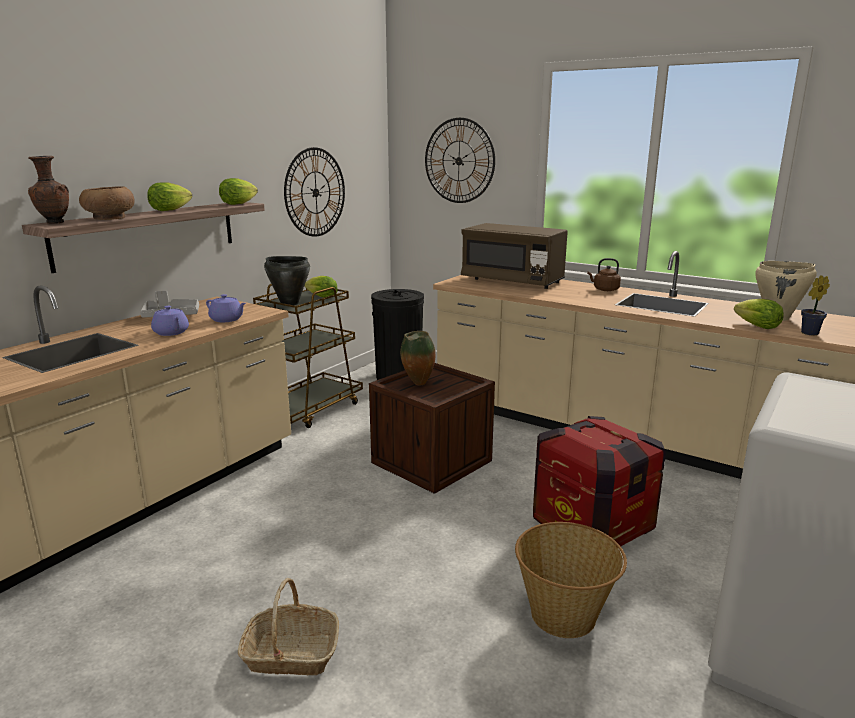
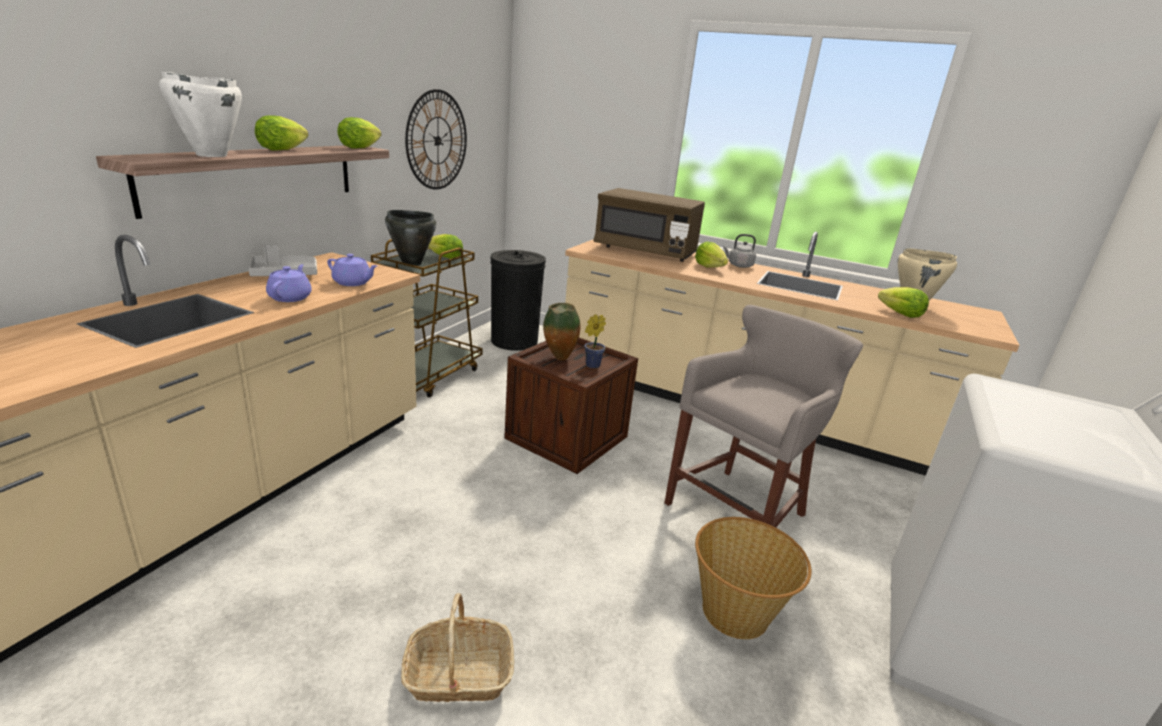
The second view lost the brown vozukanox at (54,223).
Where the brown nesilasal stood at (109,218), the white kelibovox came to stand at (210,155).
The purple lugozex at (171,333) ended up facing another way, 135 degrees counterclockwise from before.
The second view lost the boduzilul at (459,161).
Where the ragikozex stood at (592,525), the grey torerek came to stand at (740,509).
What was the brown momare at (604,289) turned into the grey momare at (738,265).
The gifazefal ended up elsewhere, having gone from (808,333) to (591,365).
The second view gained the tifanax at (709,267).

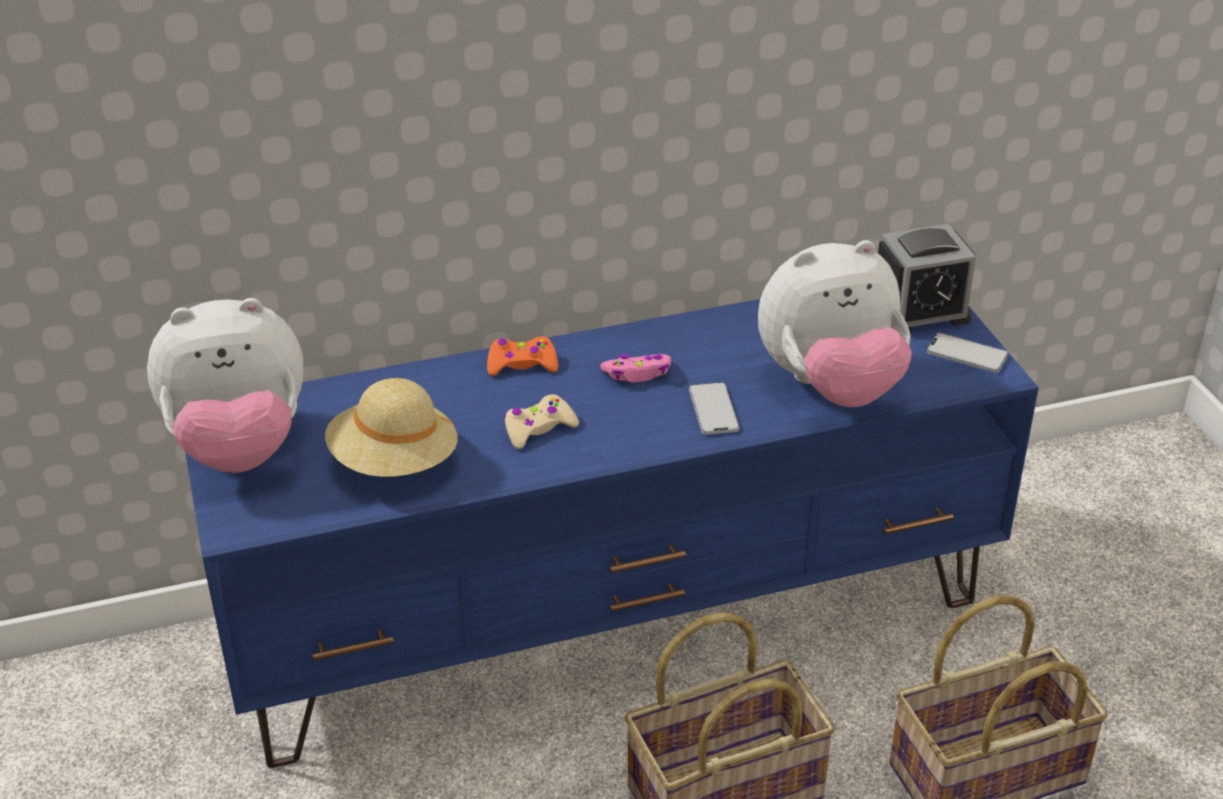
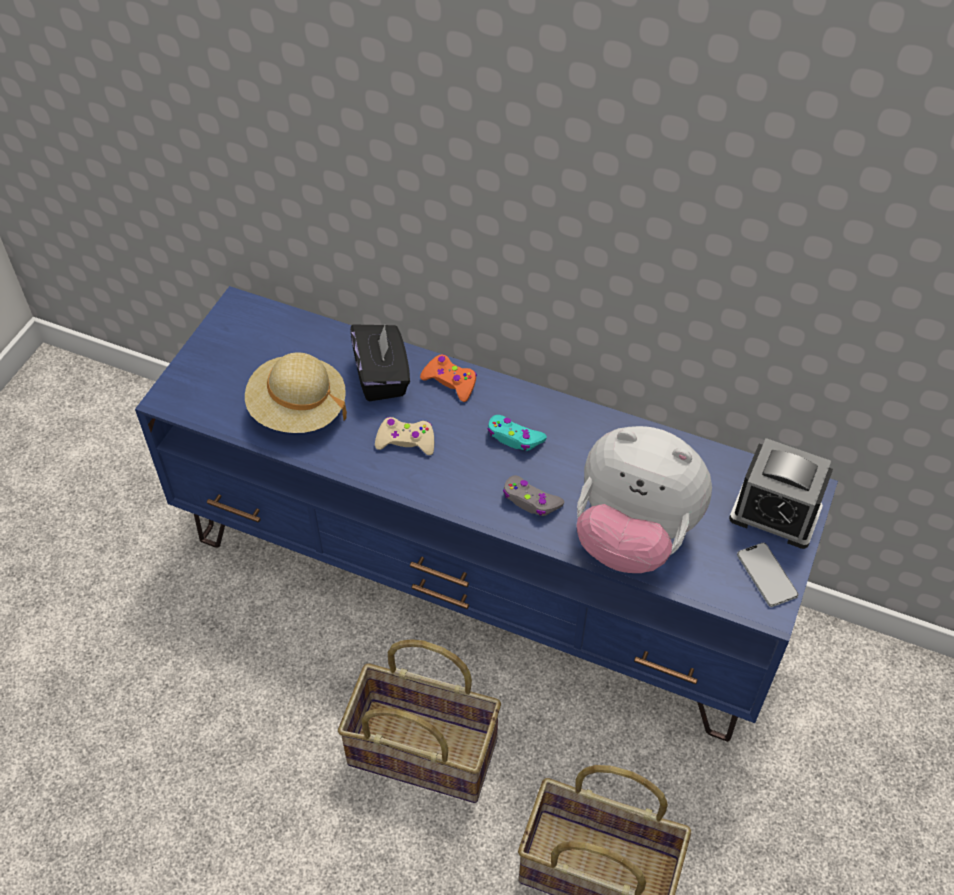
The second view lost the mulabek at (239,448).
What was the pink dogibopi at (637,374) turned into the turquoise dogibopi at (514,438).
Where the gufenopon stood at (713,410), the grey dogibopi came to stand at (531,501).
The second view gained the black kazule at (382,377).

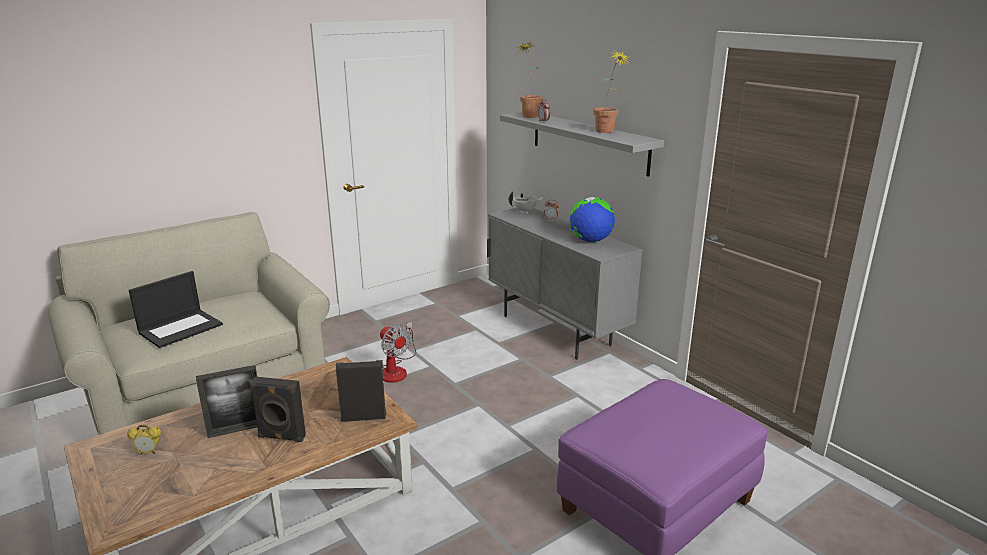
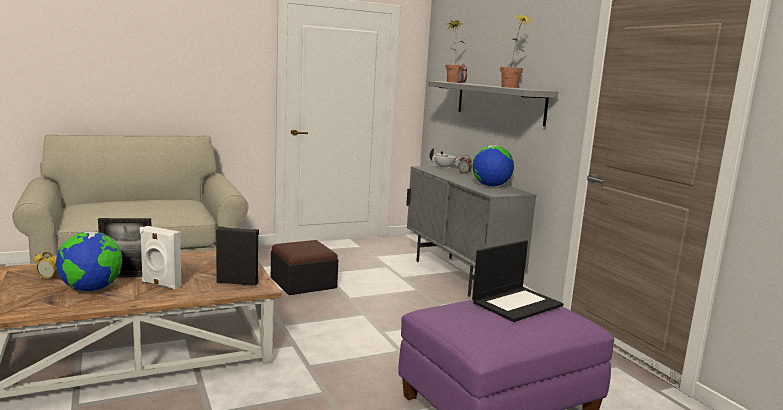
The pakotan ended up elsewhere, having gone from (181,328) to (517,303).
What was the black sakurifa at (281,437) turned into the white sakurifa at (160,285).
Where the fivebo stood at (396,370), the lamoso came to stand at (303,283).
The second view gained the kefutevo at (91,289).

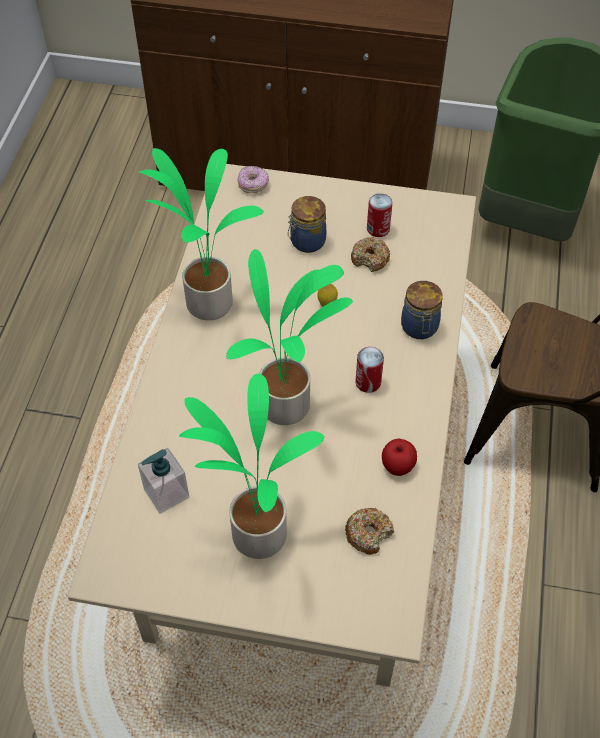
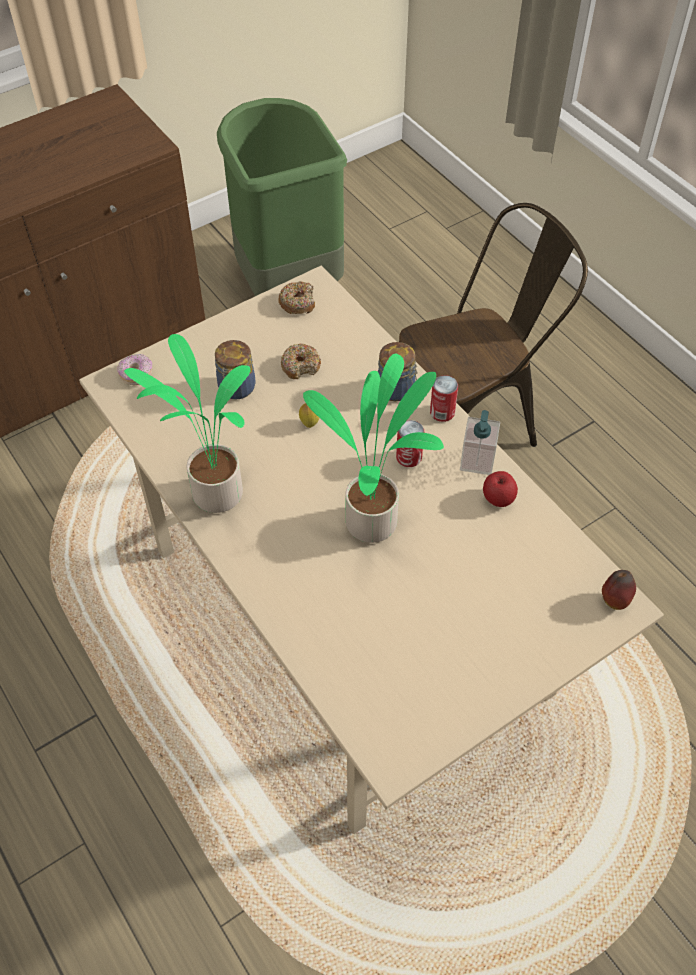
The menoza ended up elsewhere, having gone from (166,493) to (477,461).
The second view lost the gifazefal at (256,533).
The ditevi ended up elsewhere, having gone from (368,533) to (298,303).
The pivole ended up elsewhere, having gone from (378,229) to (442,412).
The second view gained the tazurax at (615,599).

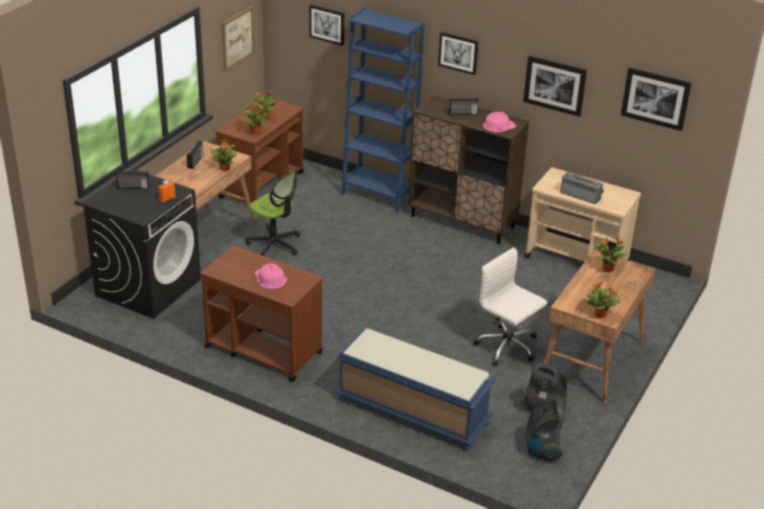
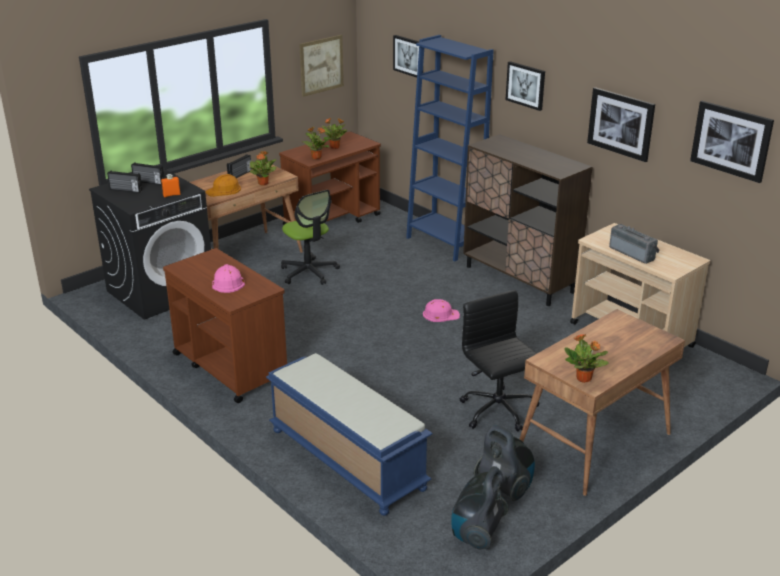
The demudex ended up elsewhere, having gone from (463,114) to (125,190).
What was the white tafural at (508,347) turned into the black tafural at (498,411).
The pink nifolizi ended up elsewhere, having gone from (498,125) to (440,314).
The second view lost the gifazefal at (607,269).
The second view gained the orange nifolizi at (224,190).

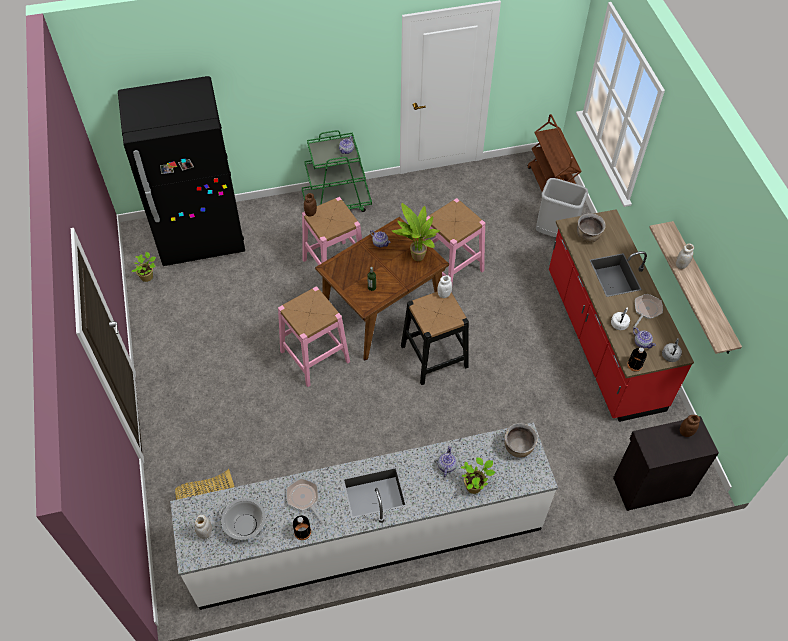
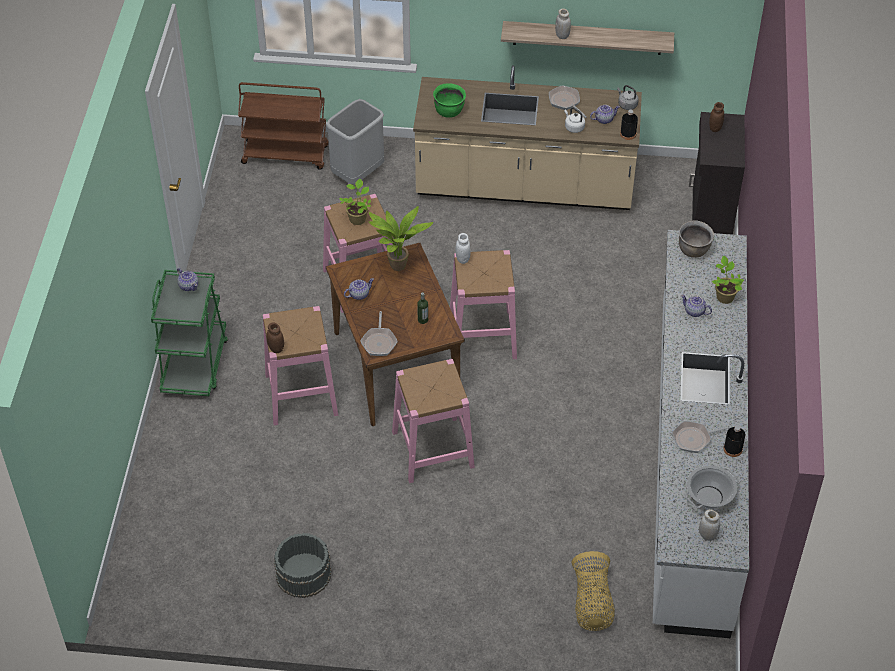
The second view lost the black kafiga at (201,236).
The gifazefal ended up elsewhere, having gone from (148,277) to (357,218).
What was the black torerek at (434,356) turned into the pink torerek at (482,336).
What was the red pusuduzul at (602,340) turned into the beige pusuduzul at (524,186).
What was the brown kelibovox at (588,237) turned into the green kelibovox at (449,111).
The second view gained the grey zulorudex at (303,573).
The second view gained the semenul at (379,342).

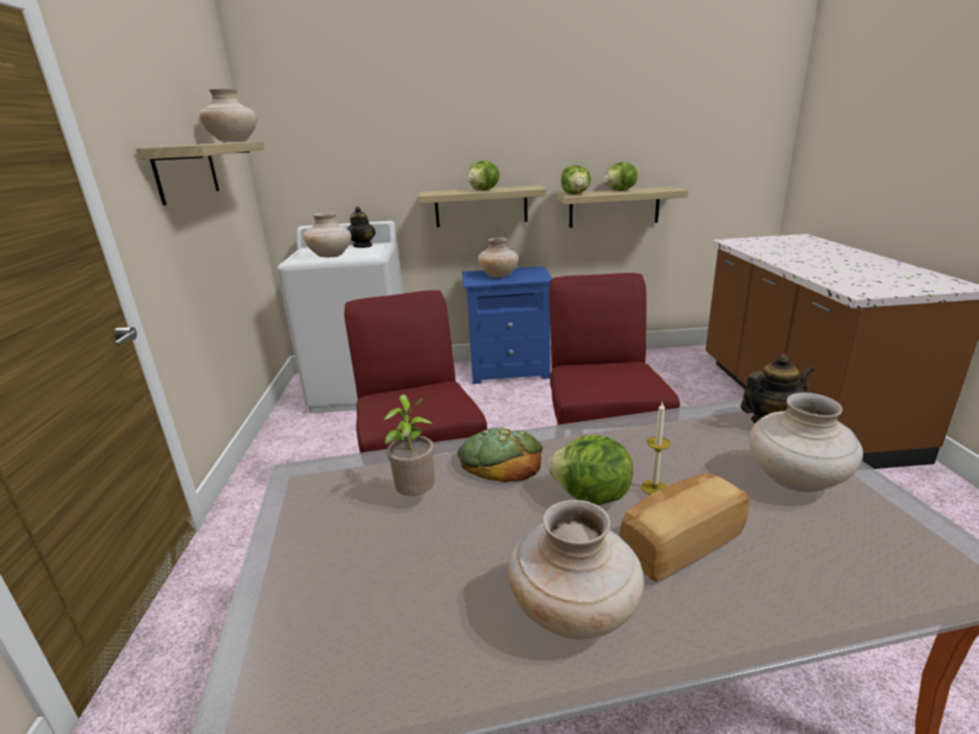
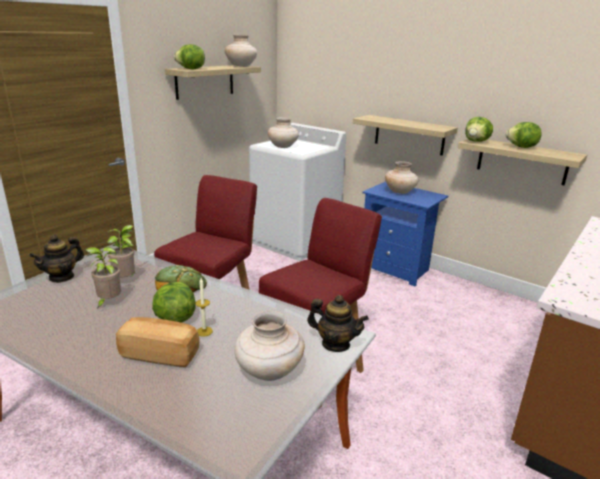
The lugozex ended up elsewhere, having gone from (363,246) to (62,277).
The tifanax ended up elsewhere, having gone from (484,190) to (191,69).
The second view lost the beige vozukanox at (575,613).
The second view gained the gifazefal at (108,302).

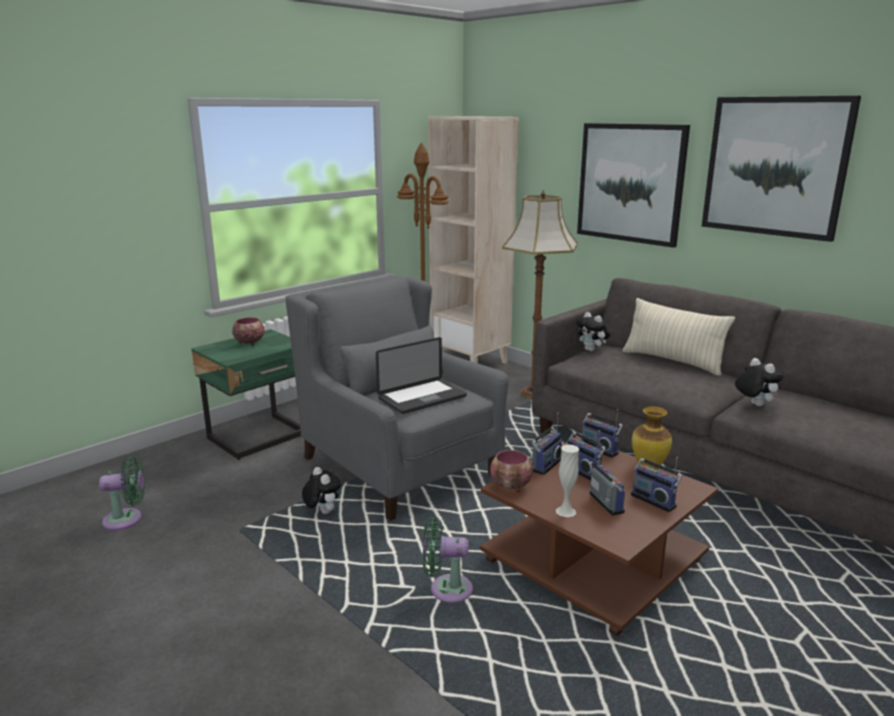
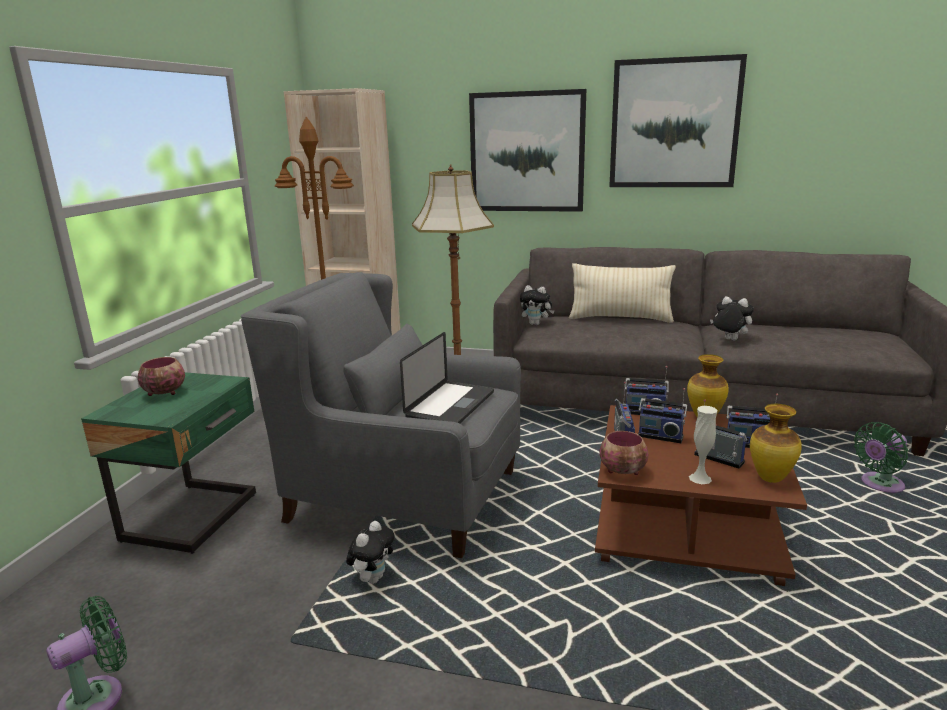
The mulabek at (322,512) ended up facing another way, 90 degrees clockwise from before.
The green fivebo ended up elsewhere, having gone from (446,589) to (879,485).
The second view gained the vozukanox at (771,478).

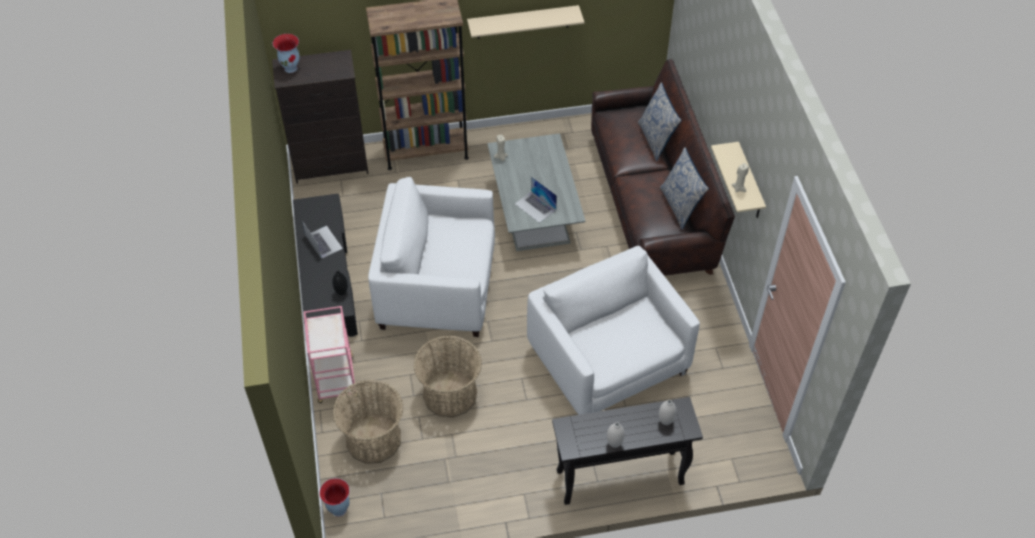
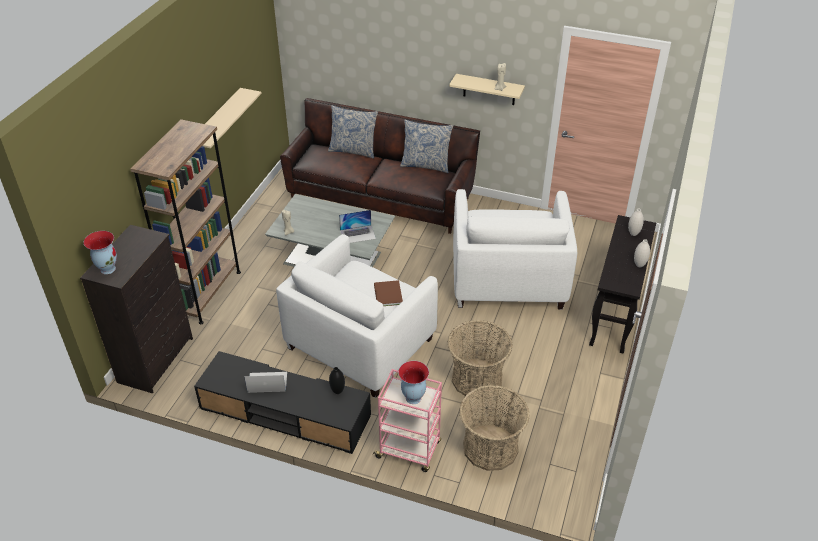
The vozukanox ended up elsewhere, having gone from (338,509) to (413,398).
The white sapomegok at (608,361) ended up facing another way, 90 degrees counterclockwise from before.
The second view gained the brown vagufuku at (387,295).

